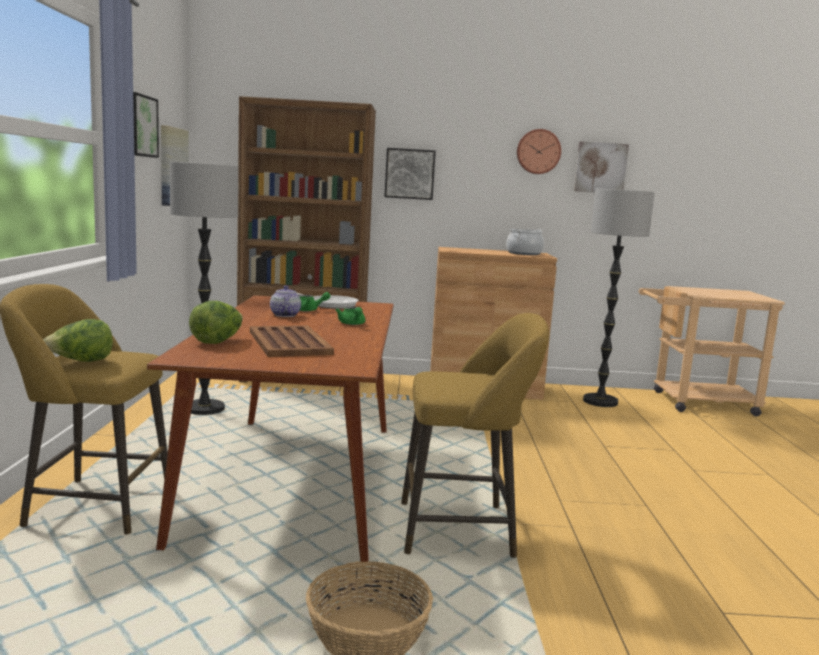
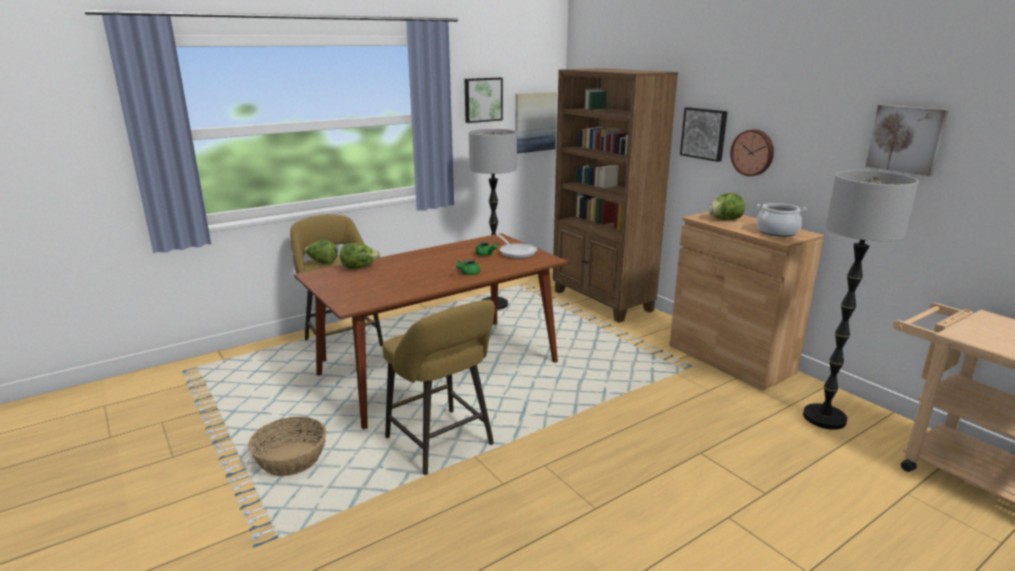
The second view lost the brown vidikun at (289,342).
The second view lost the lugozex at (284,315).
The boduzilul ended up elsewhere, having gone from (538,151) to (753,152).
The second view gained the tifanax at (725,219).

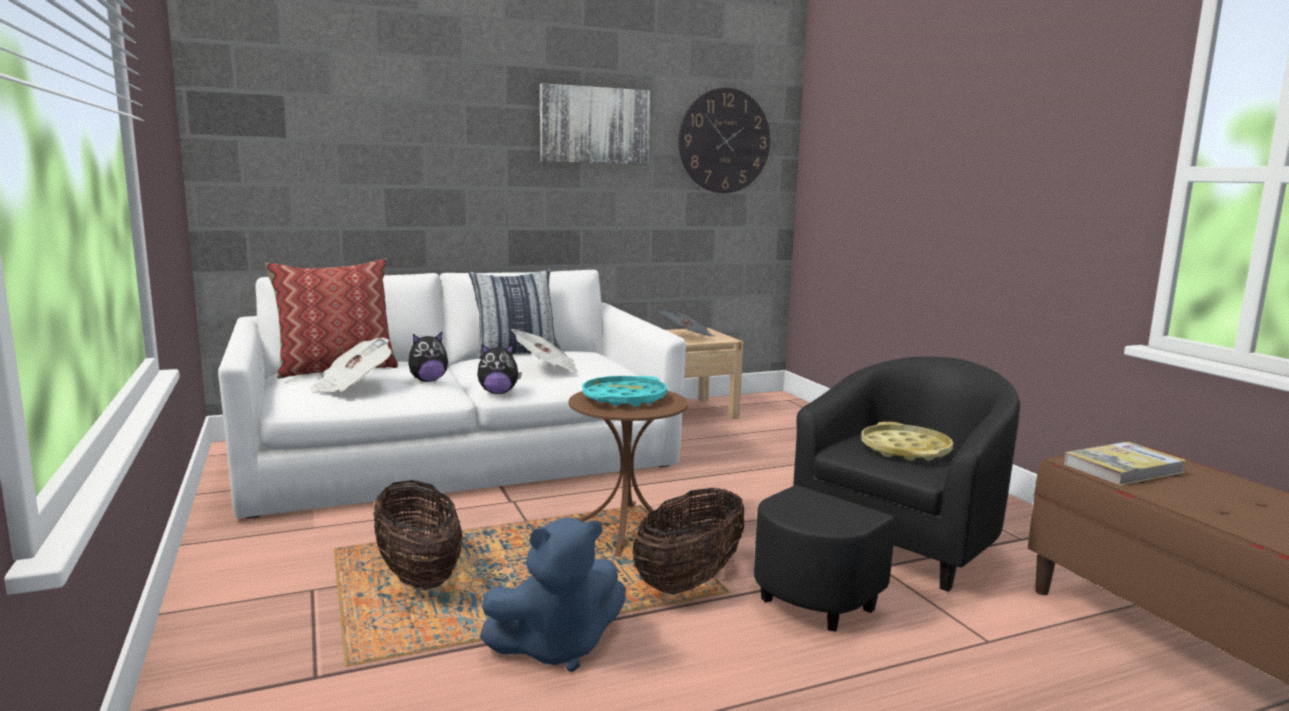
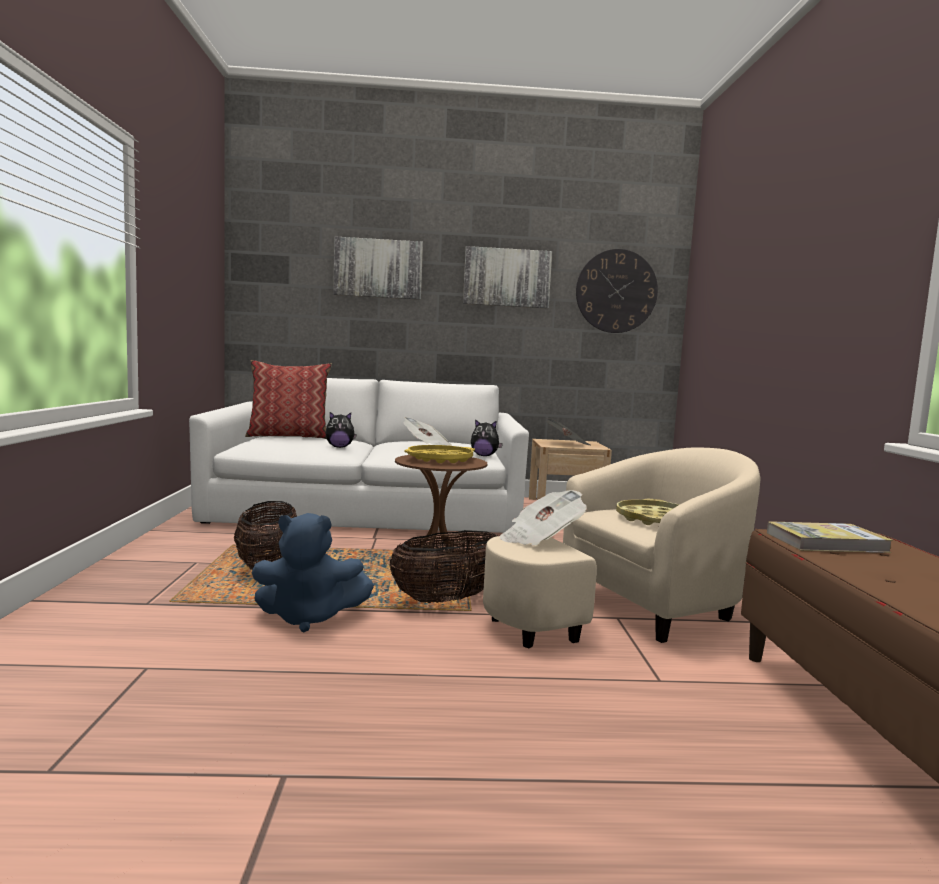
The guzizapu ended up elsewhere, having gone from (352,386) to (540,539).
The second view lost the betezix at (516,353).
The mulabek ended up elsewhere, having gone from (498,392) to (484,456).
What was the turquoise vidikun at (624,398) turned into the yellow vidikun at (440,459).
What was the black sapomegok at (884,557) turned into the beige sapomegok at (628,613).
The second view gained the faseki at (378,268).

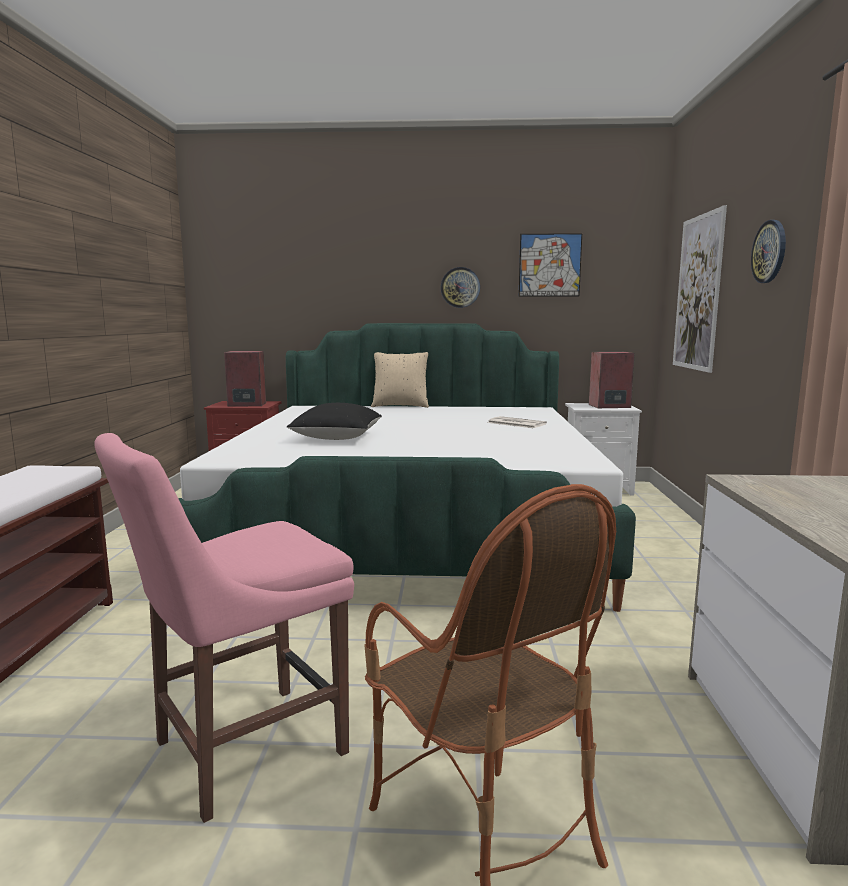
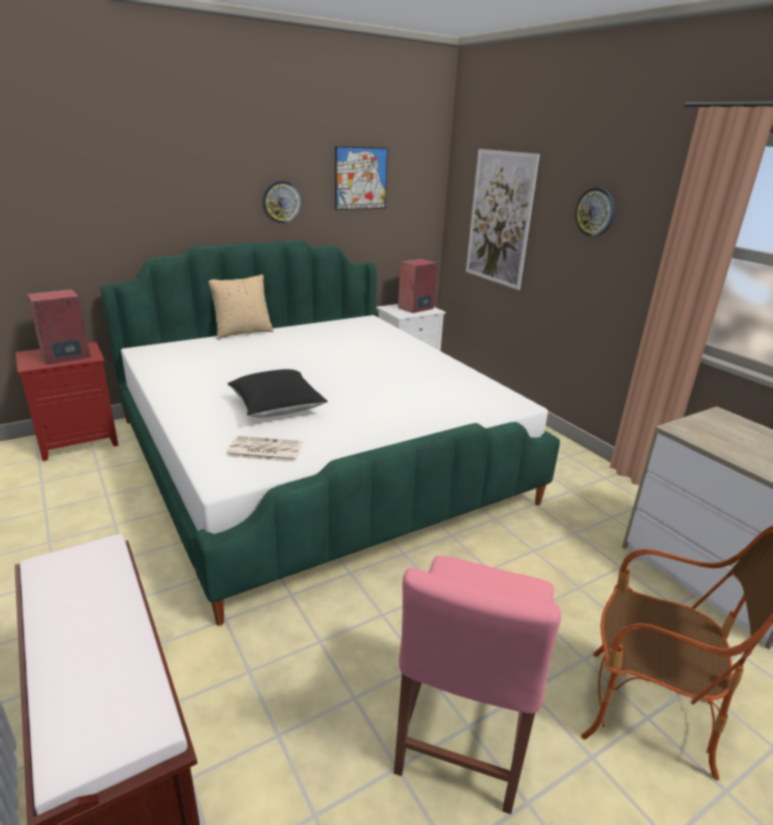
The guzizapu ended up elsewhere, having gone from (515,423) to (263,450).

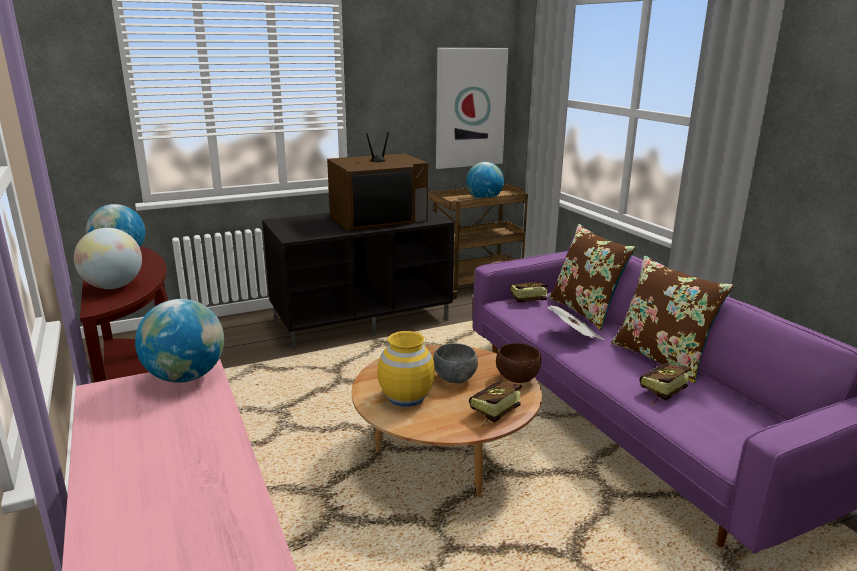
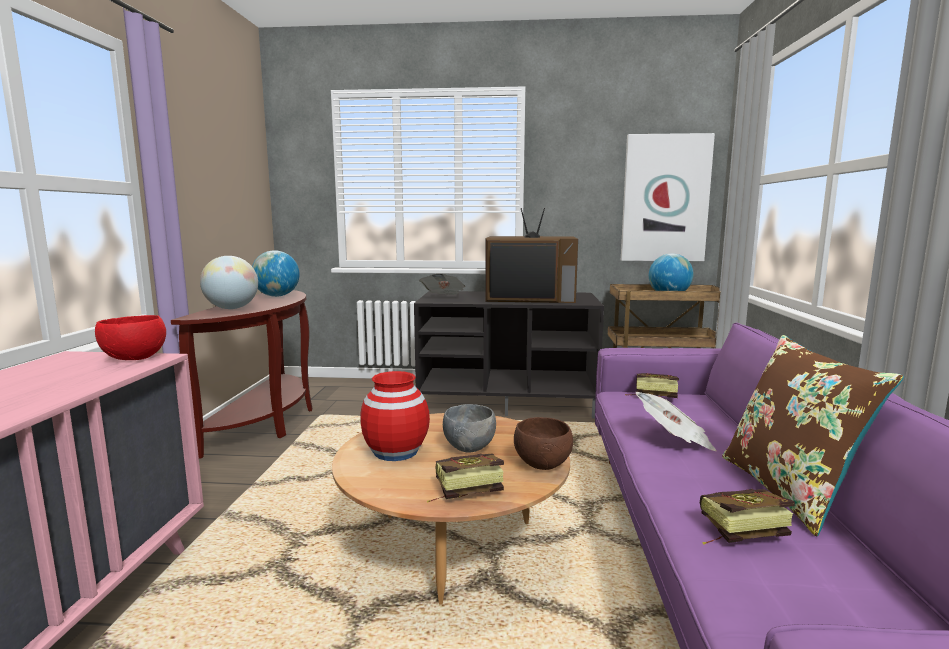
Where the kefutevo stood at (186,377), the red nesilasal came to stand at (135,359).
What was the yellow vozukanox at (406,397) turned into the red vozukanox at (396,451).
The second view lost the brown betezix at (585,311).
The second view gained the guzizapu at (443,297).

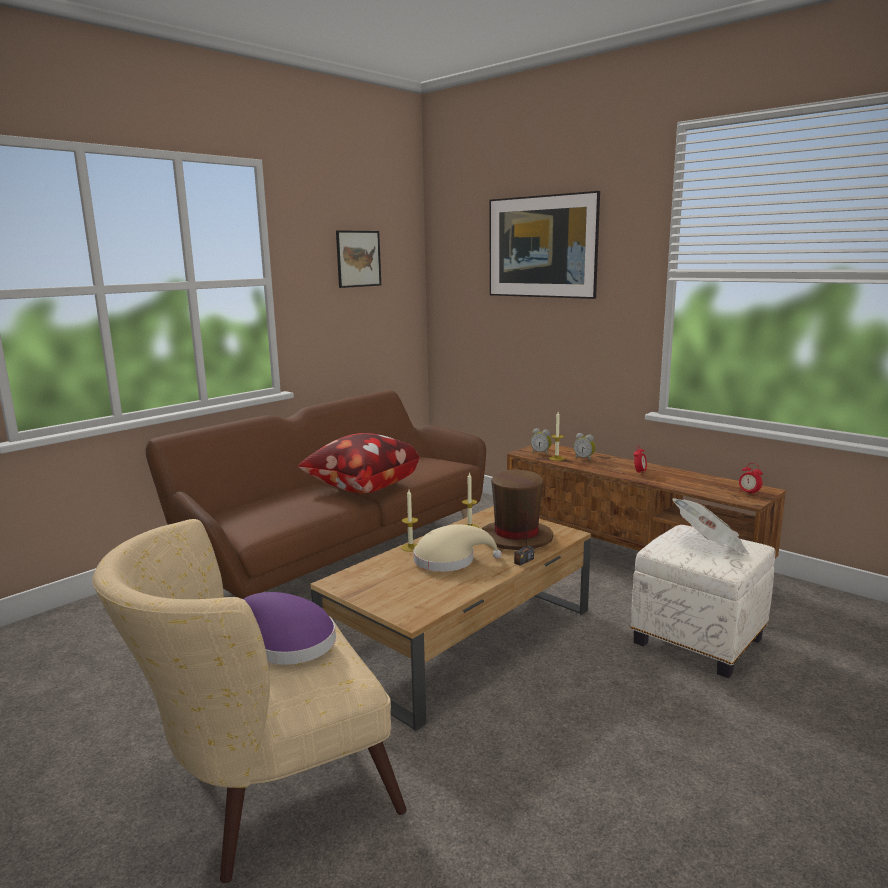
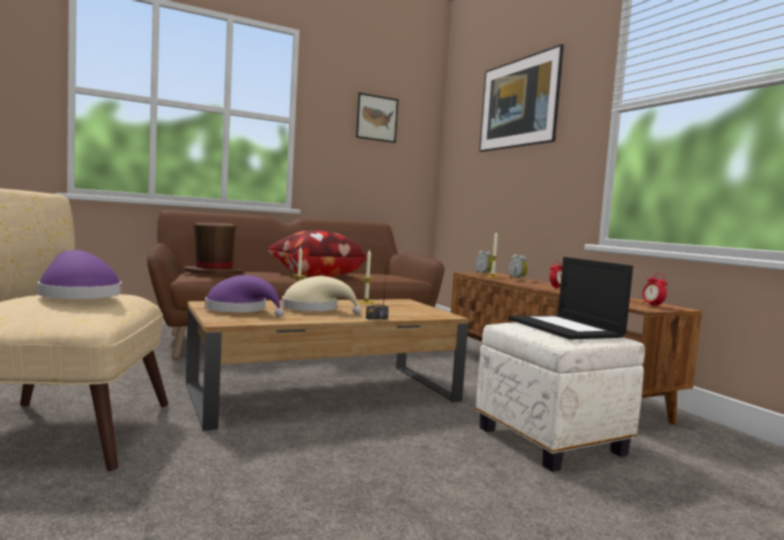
The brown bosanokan ended up elsewhere, having gone from (516,538) to (214,273).
Where the guzizapu stood at (709,544), the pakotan came to stand at (565,328).
The second view gained the purple bosanokan at (240,310).

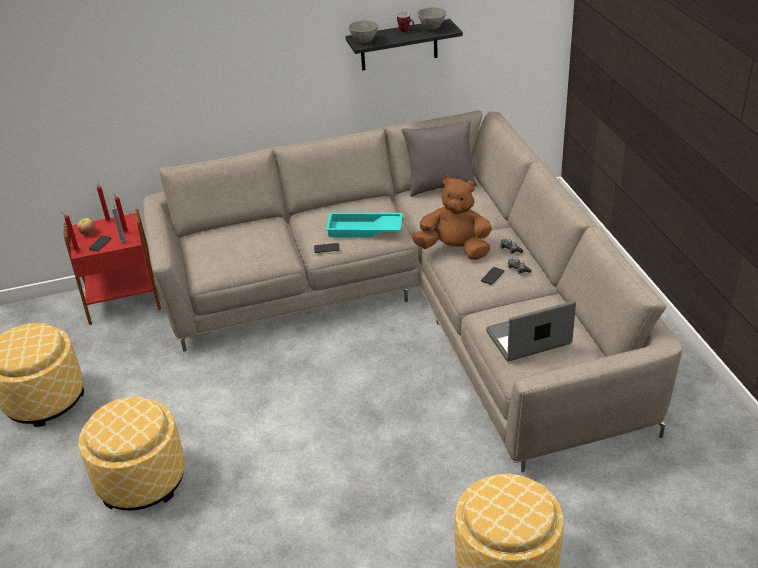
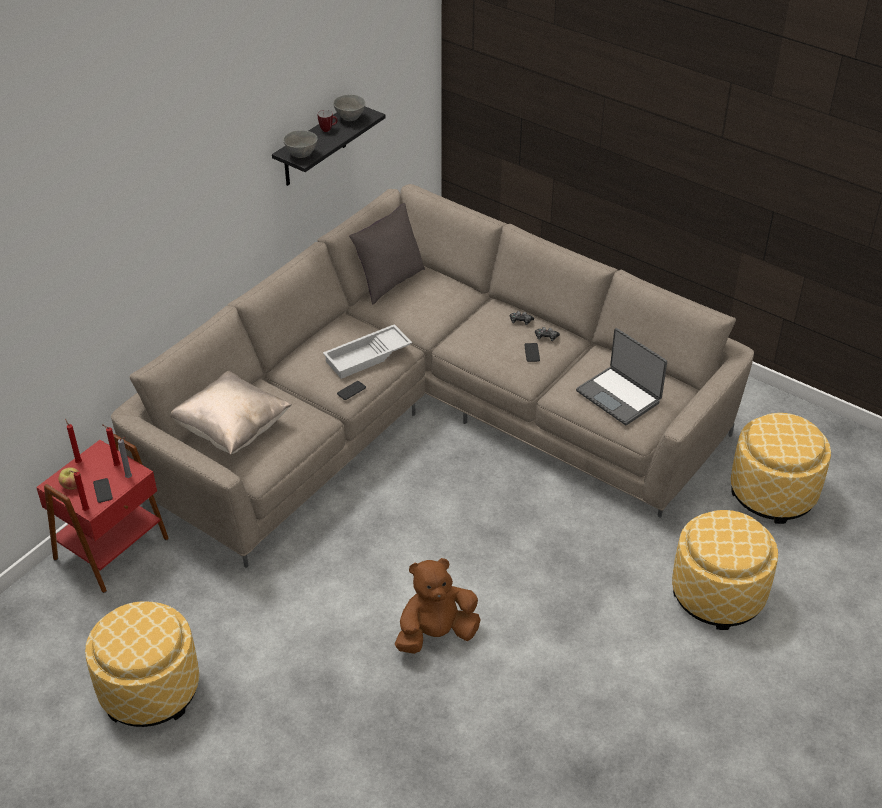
The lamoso ended up elsewhere, having gone from (141,479) to (773,492).
What was the turquoise vidikun at (364,230) turned into the white vidikun at (368,357).
The brown mulabek ended up elsewhere, having gone from (454,250) to (436,634).
The pakotan at (529,339) ended up facing another way, 75 degrees counterclockwise from before.
The second view gained the beige betezix at (232,429).

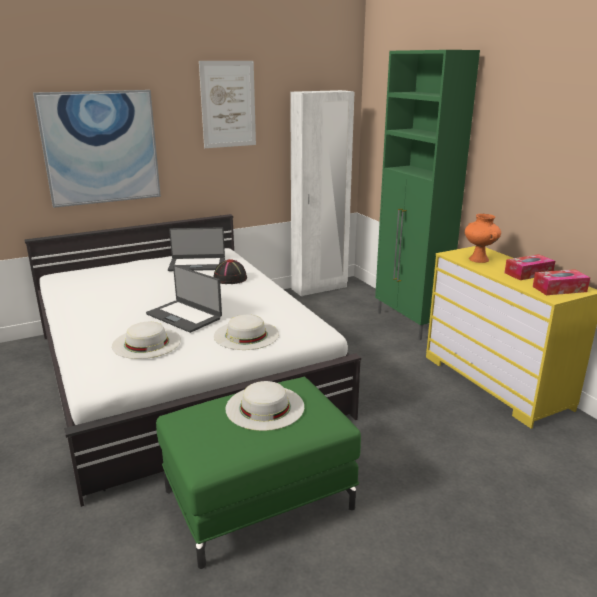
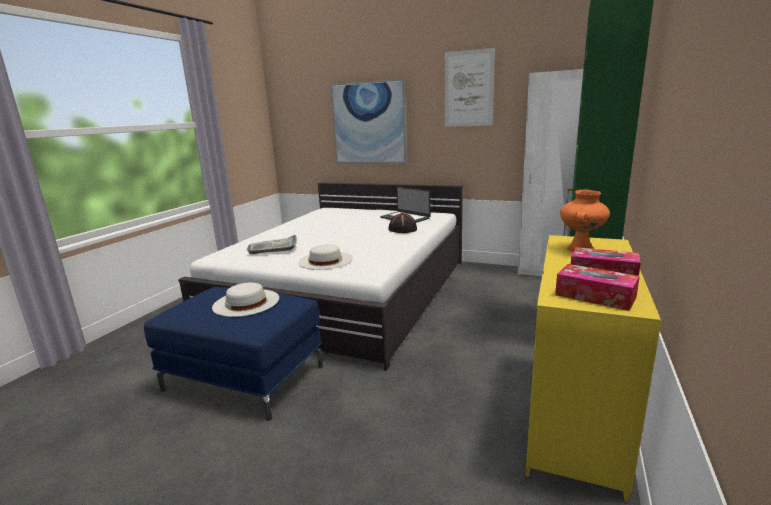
Where the white bosanokan stood at (146,343), the grey vidikun came to stand at (273,247).
The second view lost the pakotan at (184,316).
What was the green lamoso at (259,498) turned into the blue lamoso at (245,377).

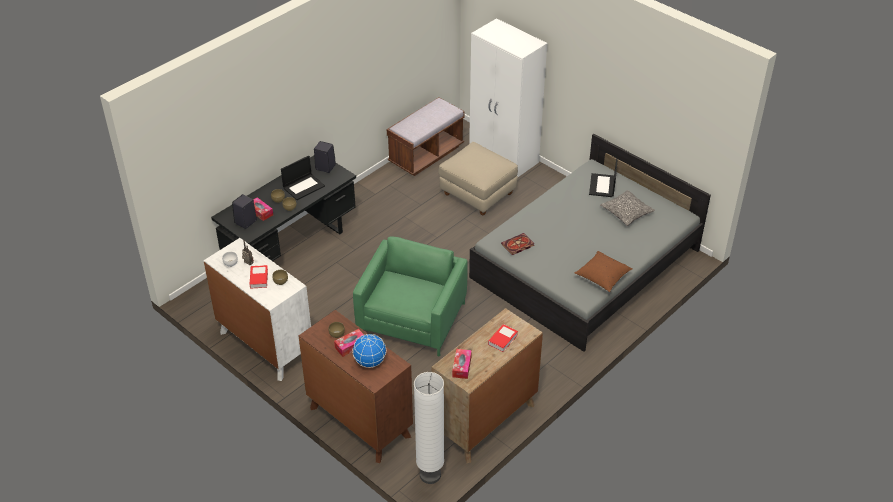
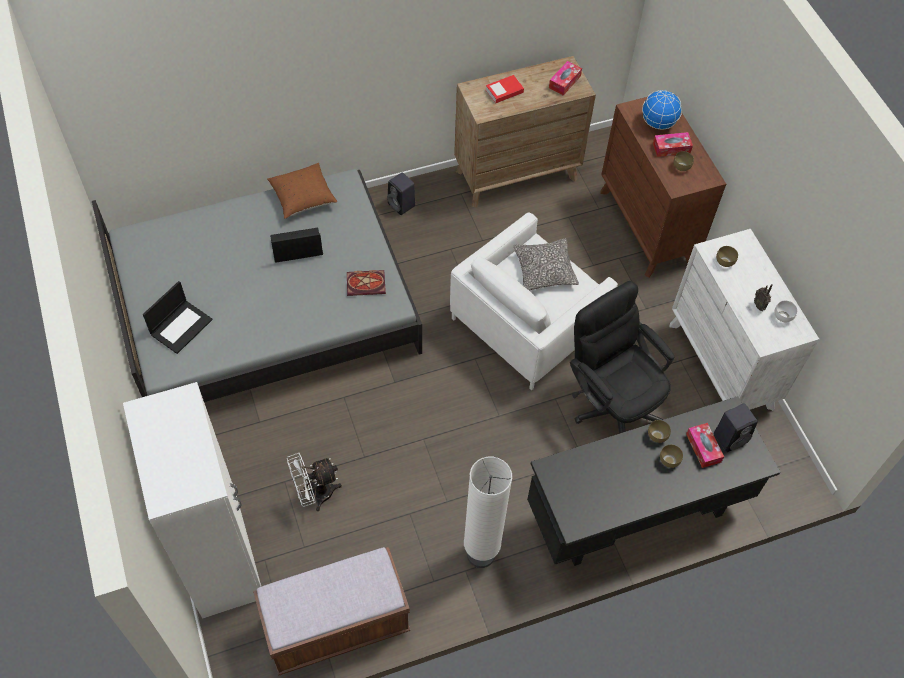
The second view lost the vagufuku at (259,278).
The pakotan ended up elsewhere, having gone from (304,186) to (296,246).
The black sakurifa ended up elsewhere, having gone from (324,167) to (402,205).
What was the green sapomegok at (412,319) turned into the white sapomegok at (526,324).
The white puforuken ended up elsewhere, having gone from (430,475) to (480,554).
Where the beige lamoso stood at (477,194), the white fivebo came to stand at (315,494).
The betezix ended up elsewhere, having gone from (626,212) to (544,270).
The second view gained the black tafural at (611,403).

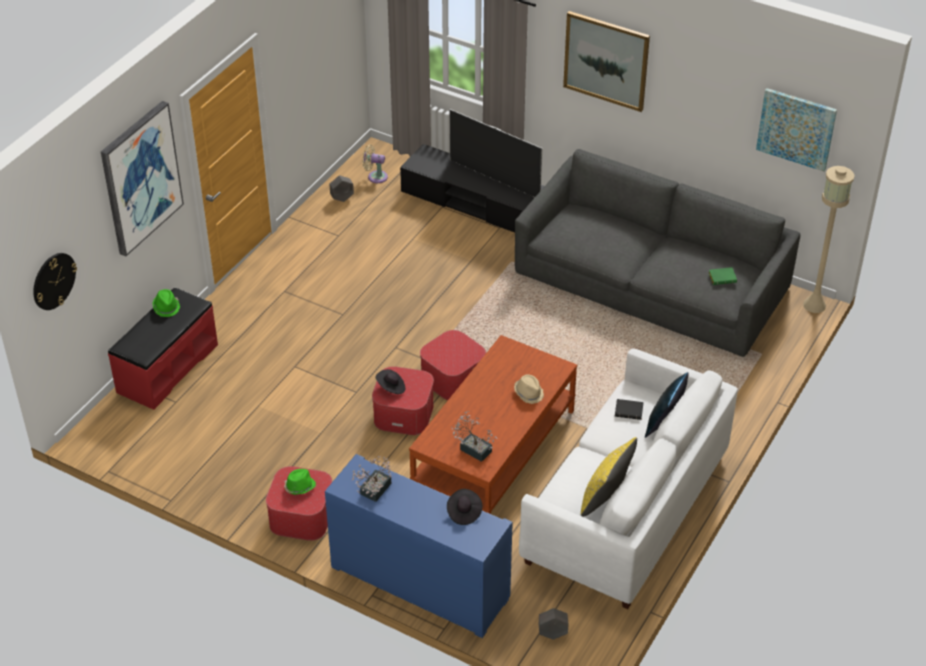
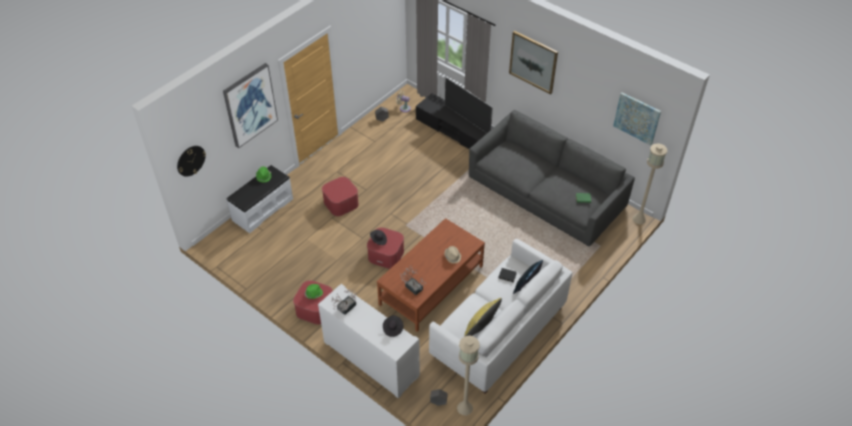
What was the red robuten at (167,368) turned into the white robuten at (262,209).
What was the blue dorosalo at (420,582) turned into the white dorosalo at (371,359).
The lamoso ended up elsewhere, having gone from (452,378) to (341,203).
The second view gained the beige puforuken at (465,408).

